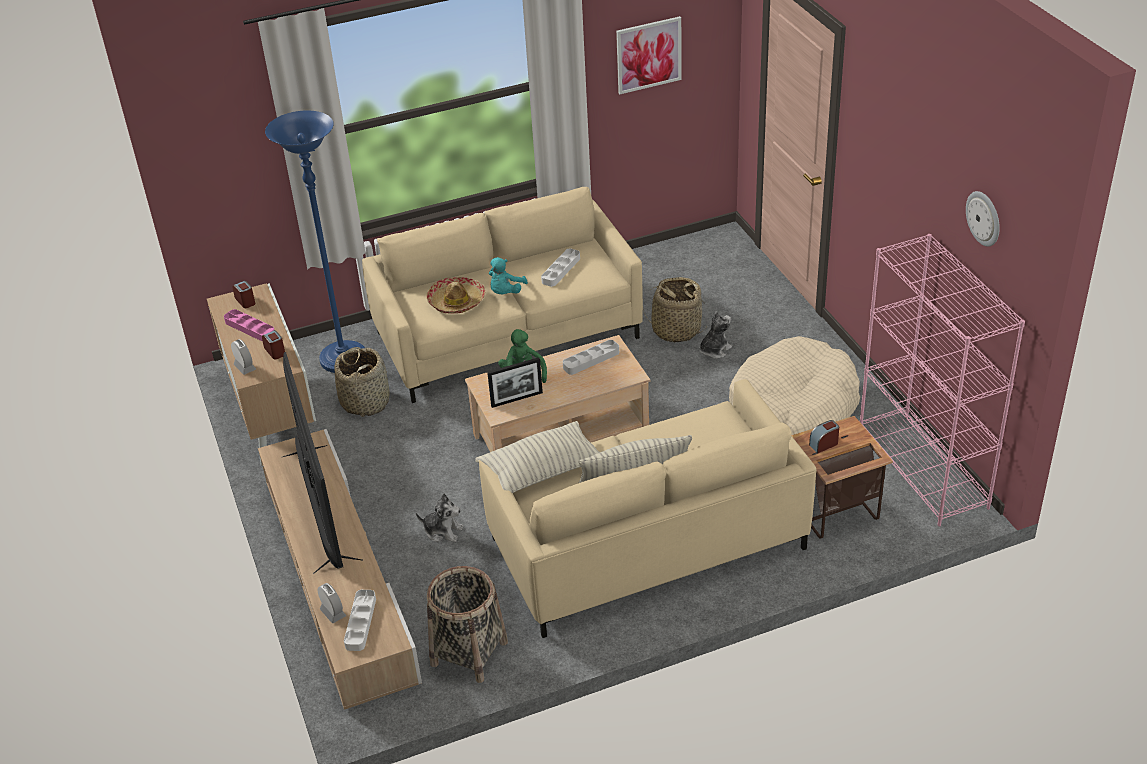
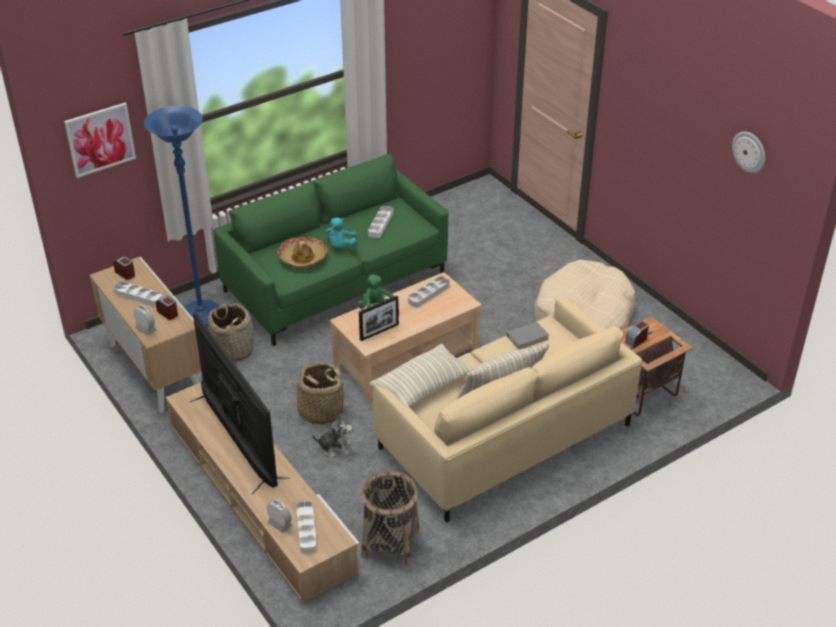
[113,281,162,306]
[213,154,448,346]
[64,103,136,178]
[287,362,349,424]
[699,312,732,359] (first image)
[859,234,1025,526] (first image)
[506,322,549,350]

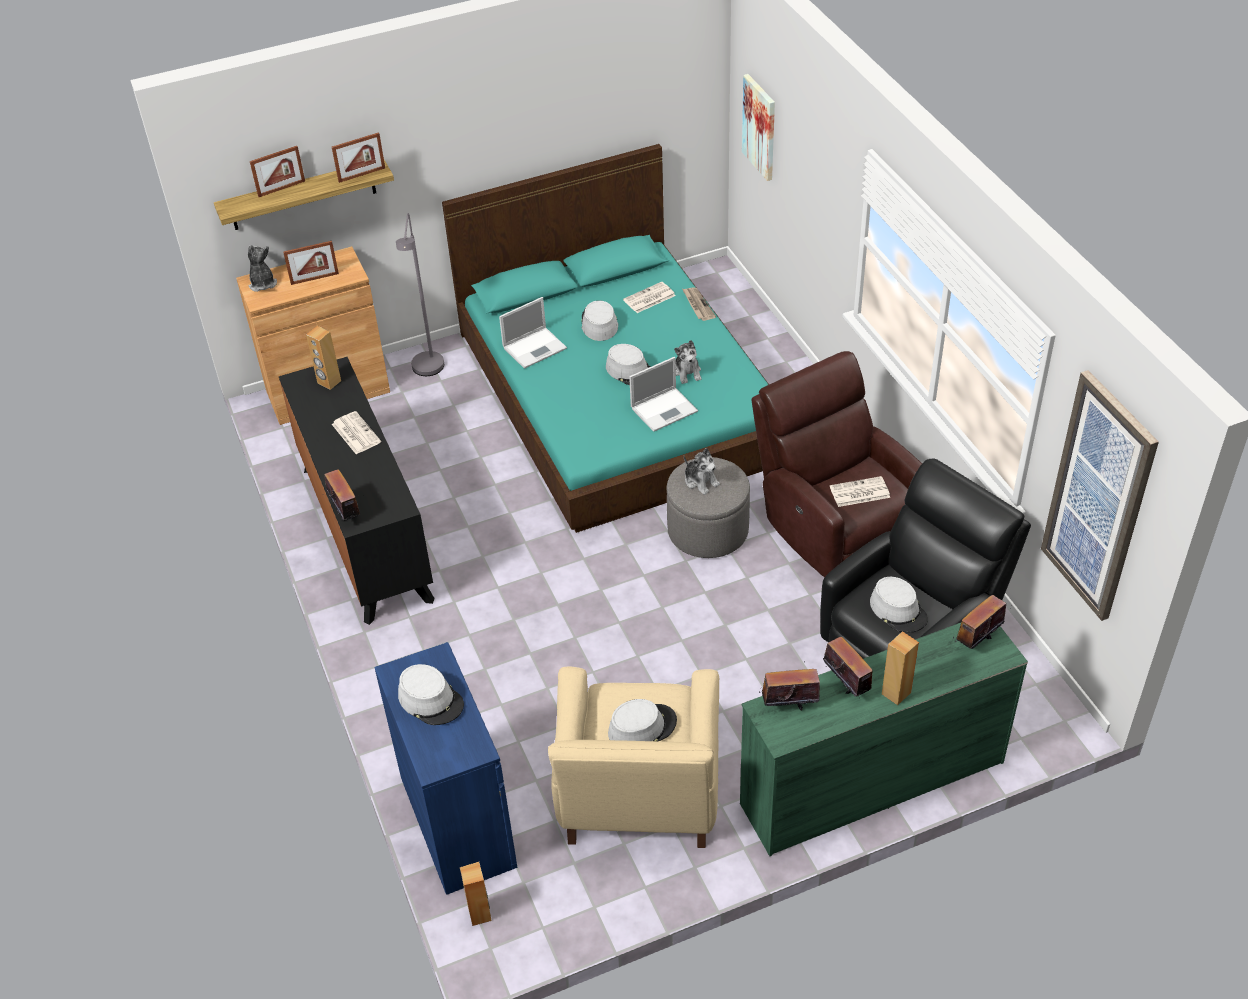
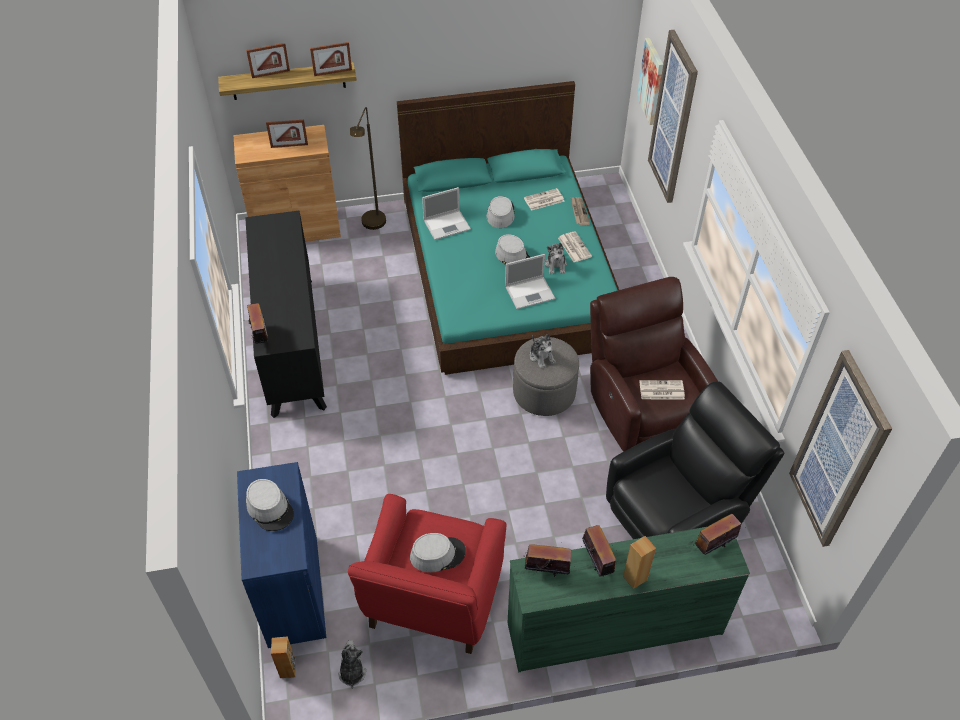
[338,640,366,689]
[306,326,341,390] (first image)
[558,231,592,262]
[350,107,386,230]
[348,494,507,654]
[870,577,928,633] (first image)
[648,30,698,203]

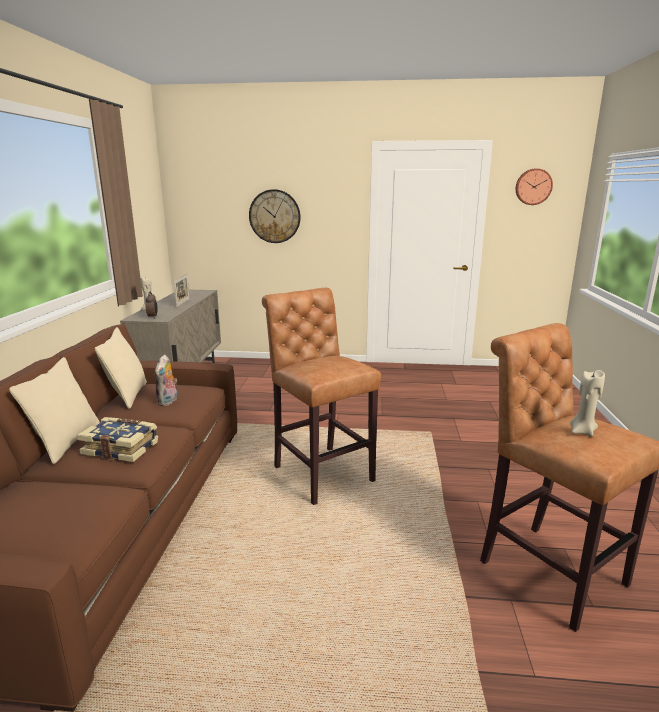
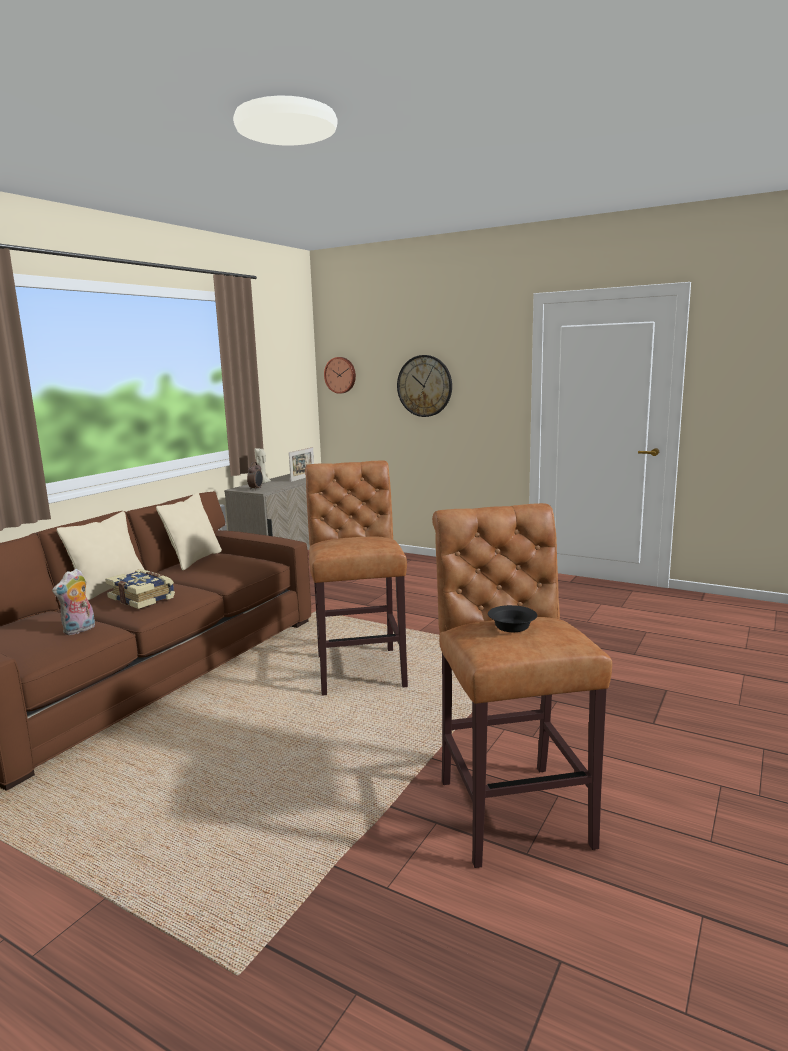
[52,569,95,635]
[324,357,356,394]
[488,605,537,632]

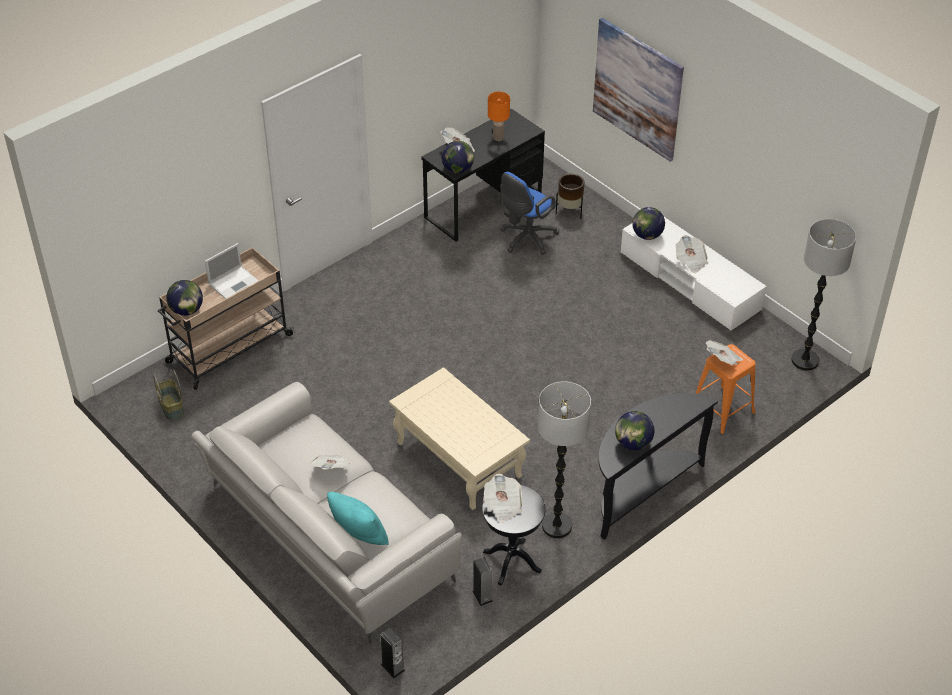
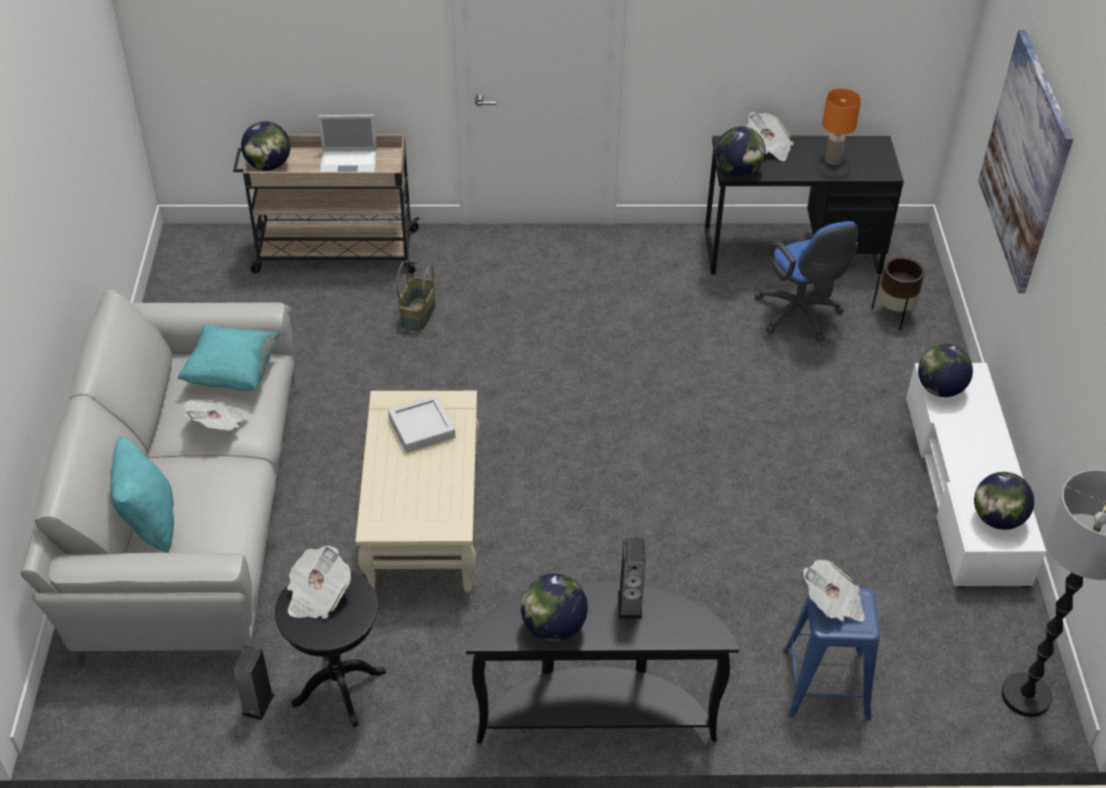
[396,261,435,331]
[618,538,645,619]
[755,221,858,342]
[538,381,591,538] (first image)
[675,235,708,273] (first image)
[783,588,880,720]
[177,325,280,391]
[388,396,455,453]
[974,472,1034,530]

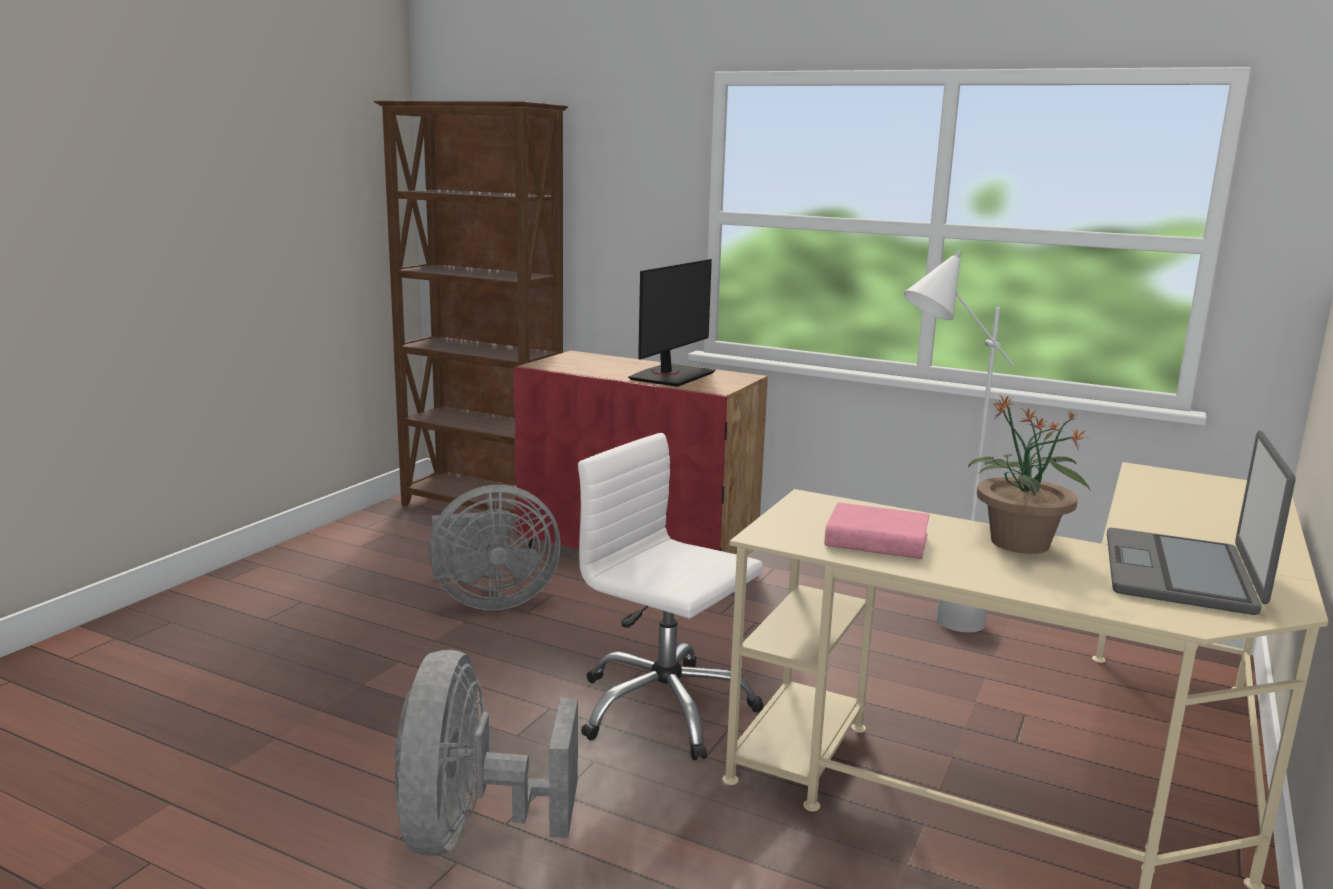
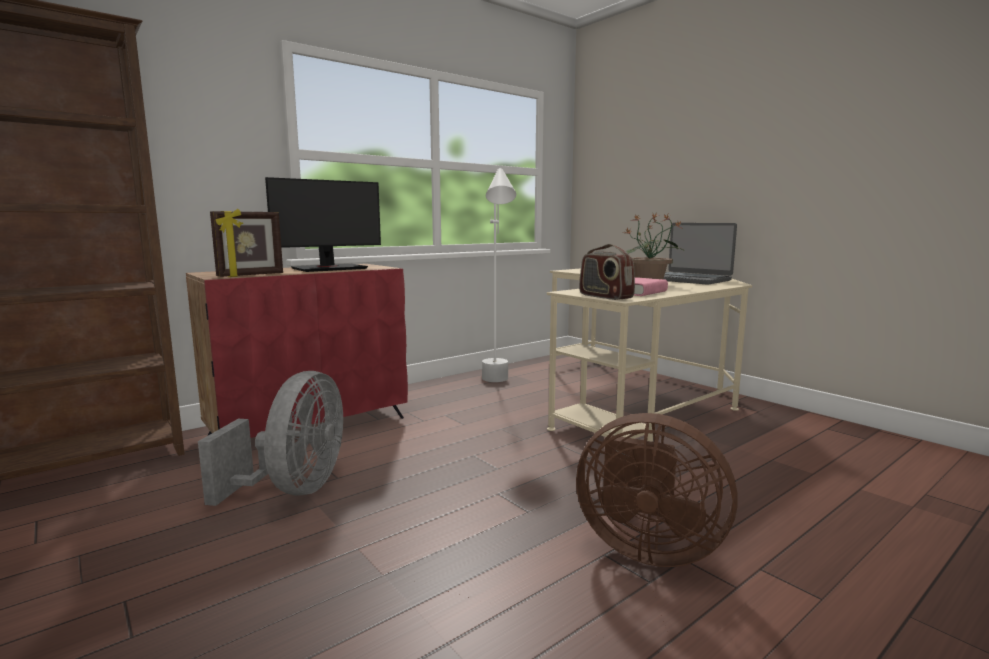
[576,413,738,567]
[578,433,763,760] (first image)
[265,177,381,272]
[210,209,283,277]
[579,244,635,300]

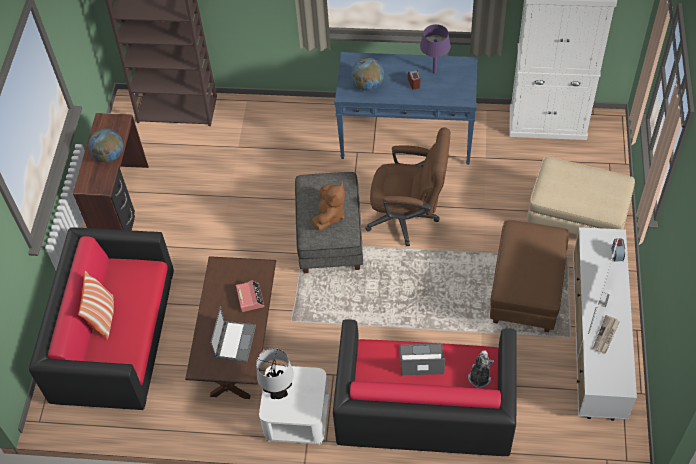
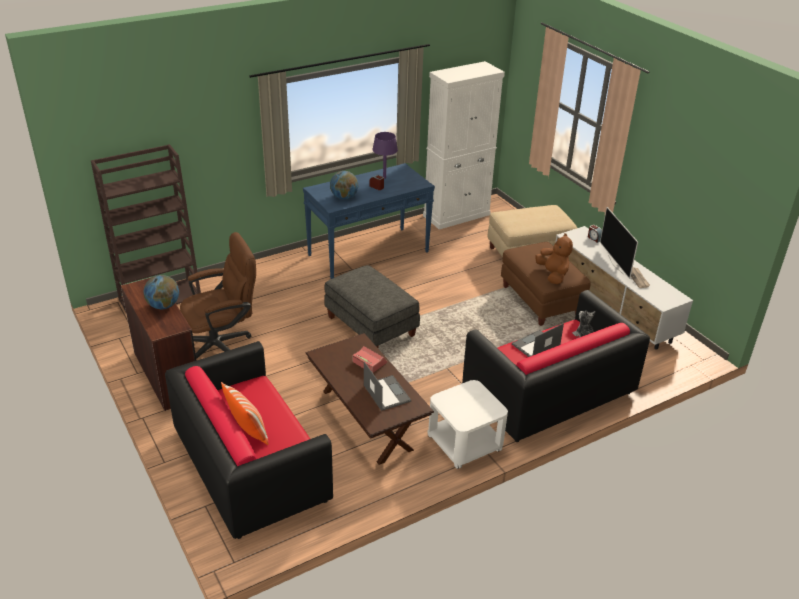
[256,348,294,399] (first image)
[535,233,573,284]
[180,232,256,359]

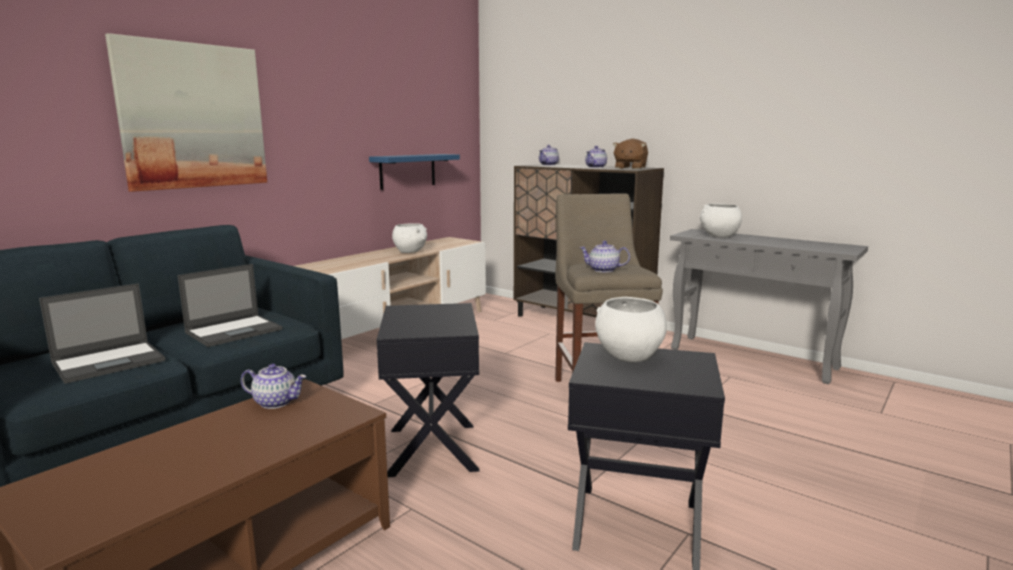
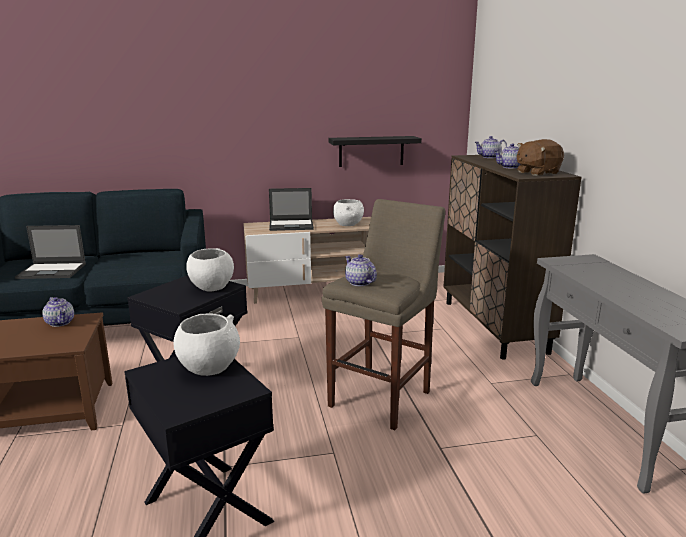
[105,33,267,192] (first image)
[269,188,314,231]
[328,136,422,167]
[186,248,234,291]

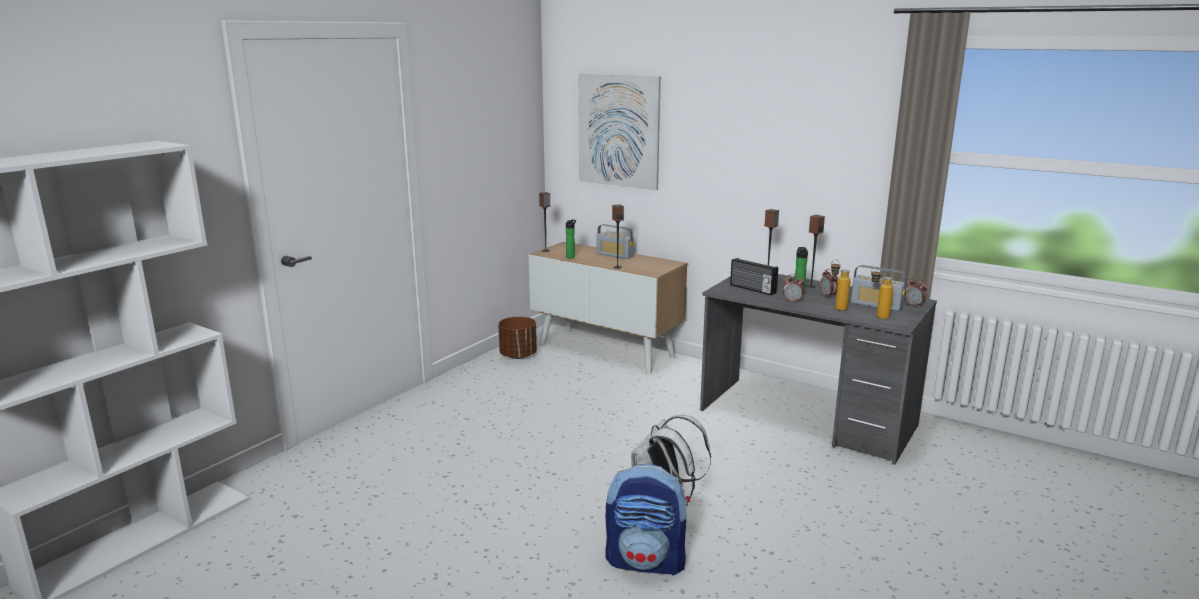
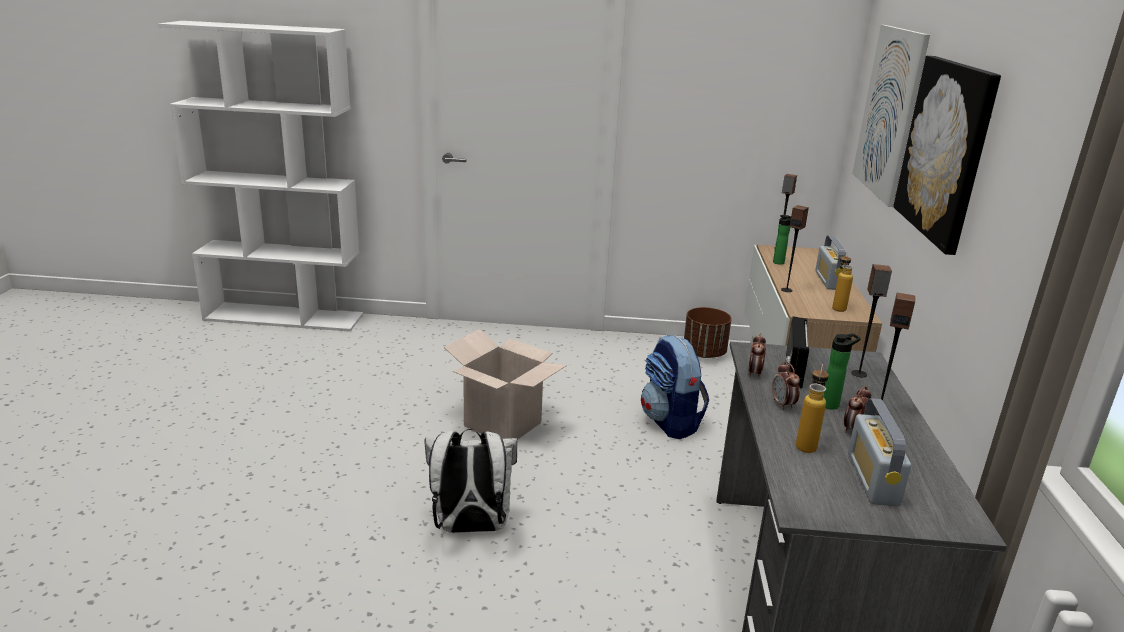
[641,335,709,439]
[832,252,853,312]
[748,333,766,377]
[444,329,567,440]
[893,56,1001,255]

